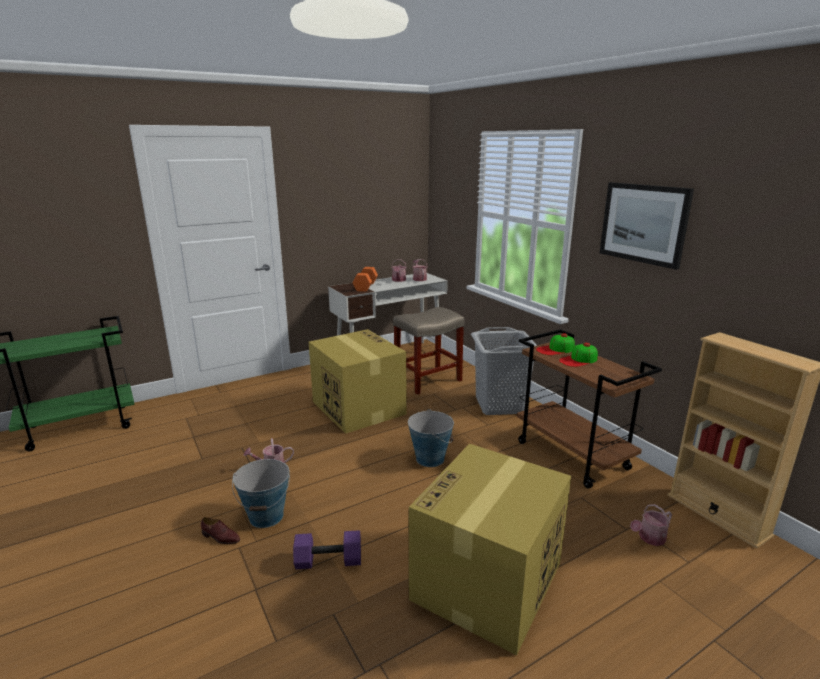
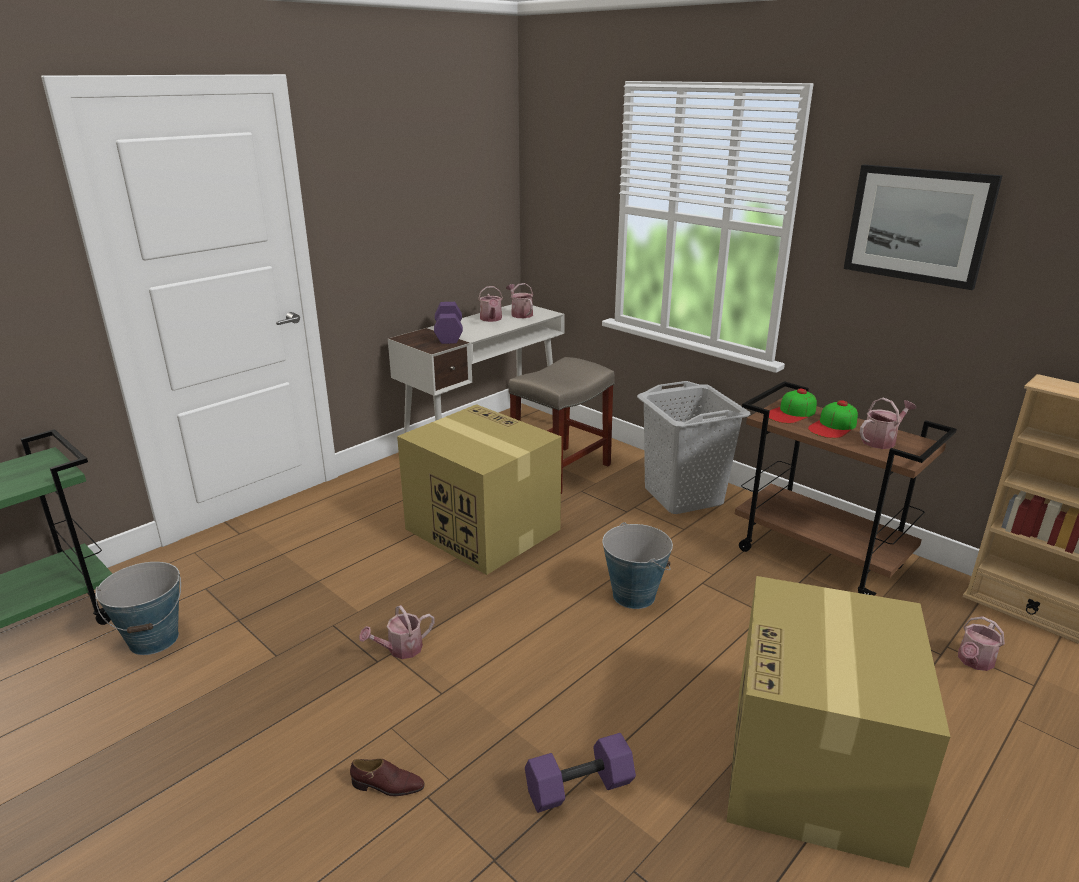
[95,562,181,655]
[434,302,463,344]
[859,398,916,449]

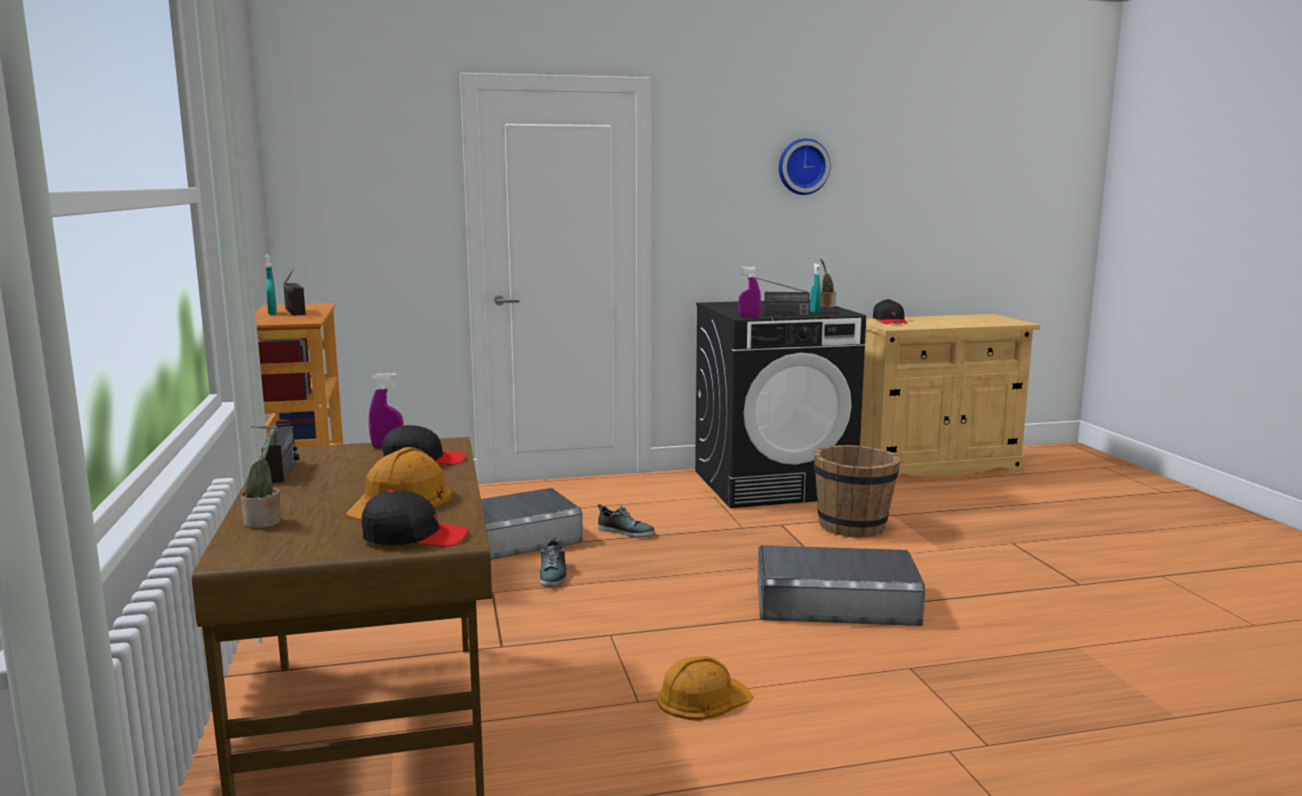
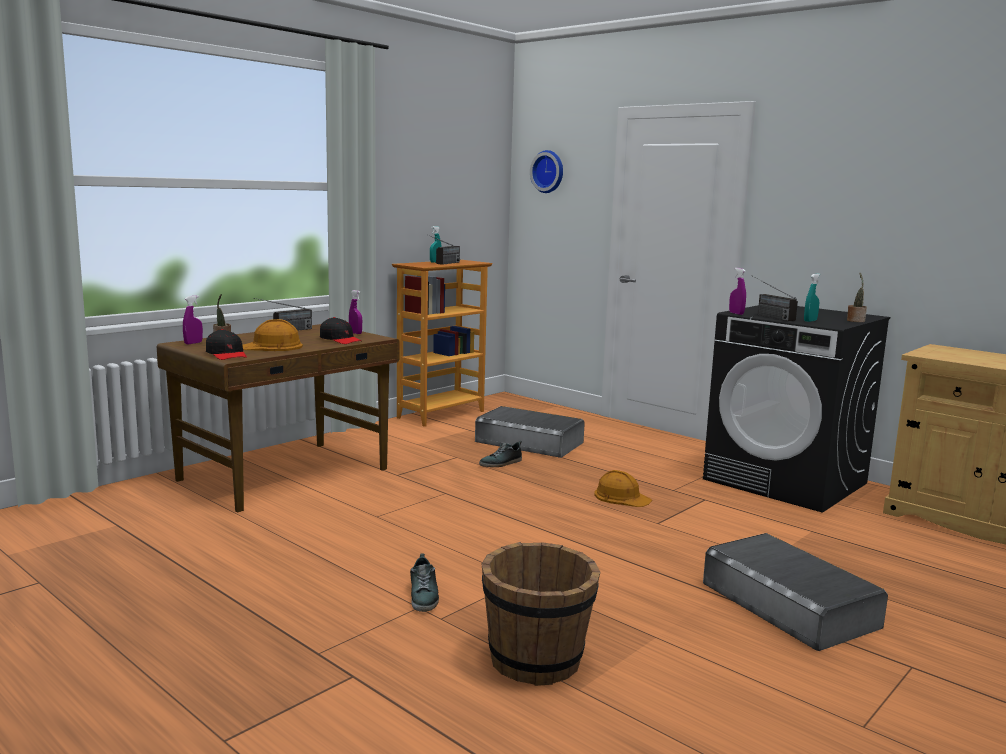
[410,554,439,612]
[594,470,652,507]
[703,533,888,651]
[530,150,563,193]
[482,542,600,686]
[873,299,907,324] (first image)
[183,295,203,344]

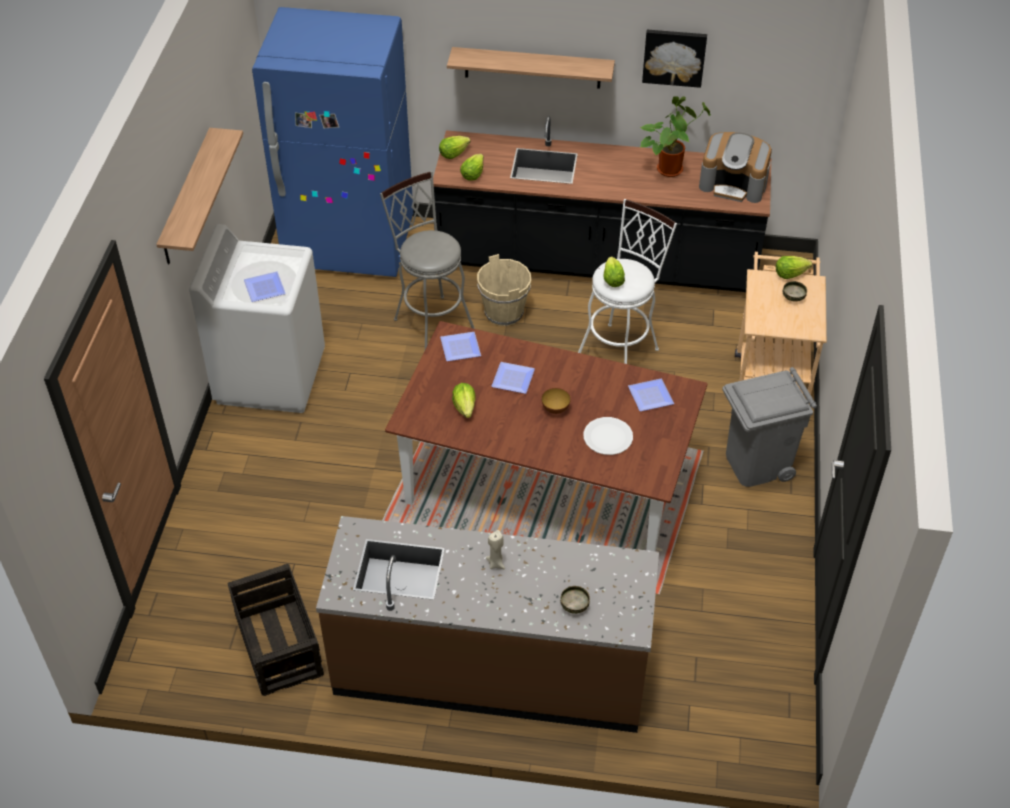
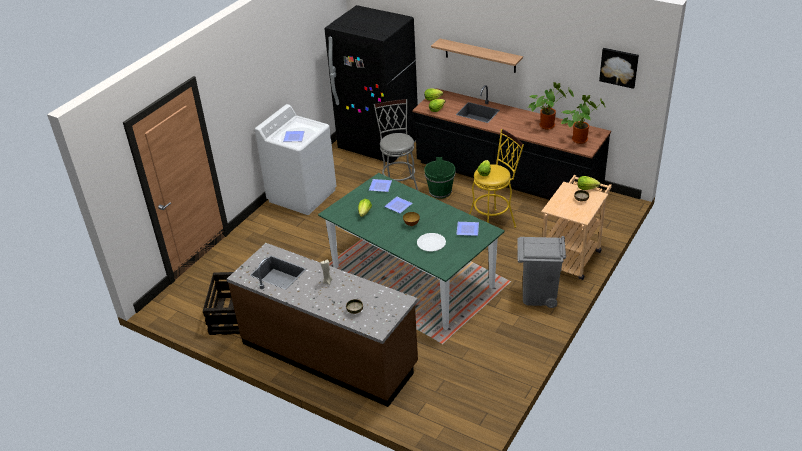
[156,128,243,264] (first image)
[325,5,418,163]
[318,173,505,330]
[424,157,455,199]
[469,129,524,228]
[599,48,639,89]
[561,95,606,144]

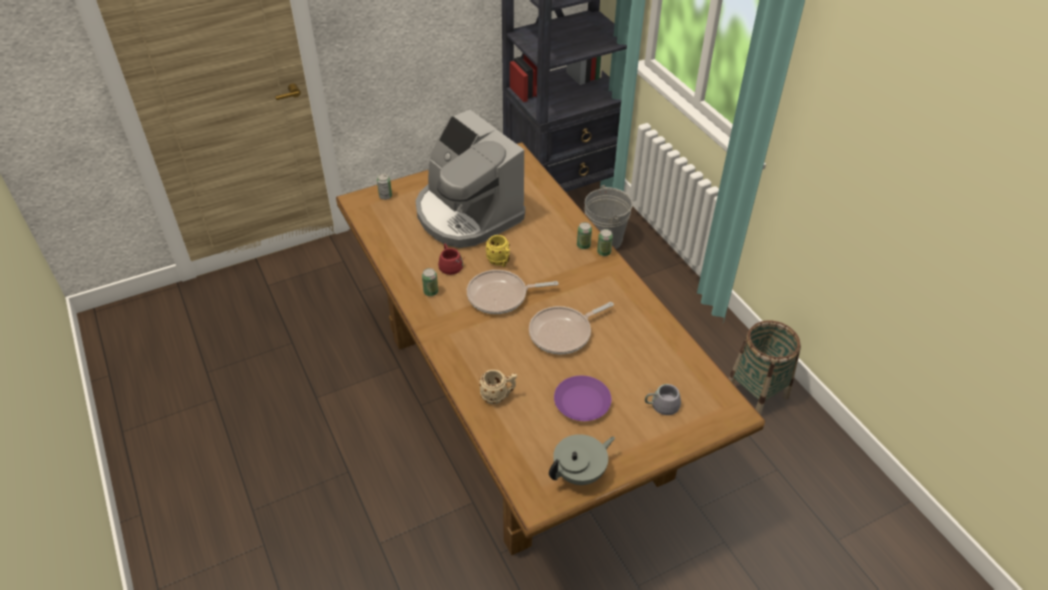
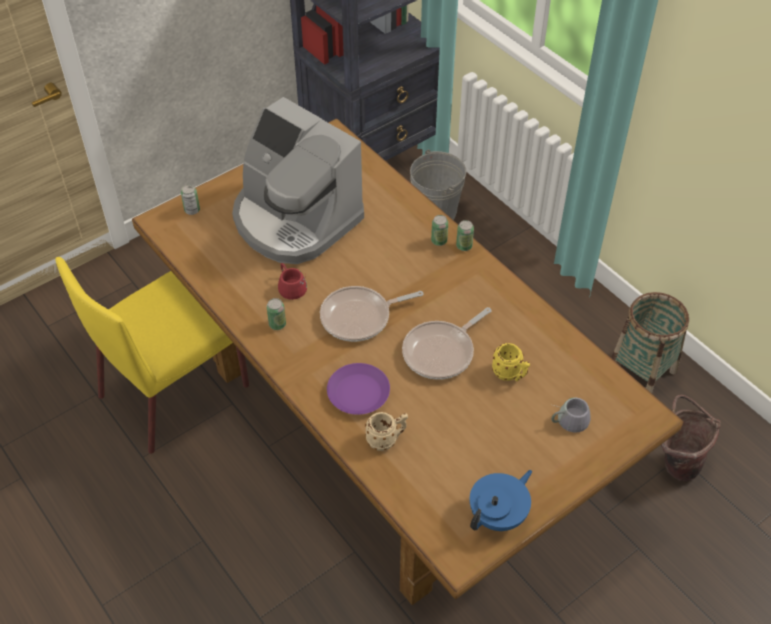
[492,343,530,381]
[470,470,532,531]
[327,363,390,415]
[55,257,249,454]
[661,395,721,481]

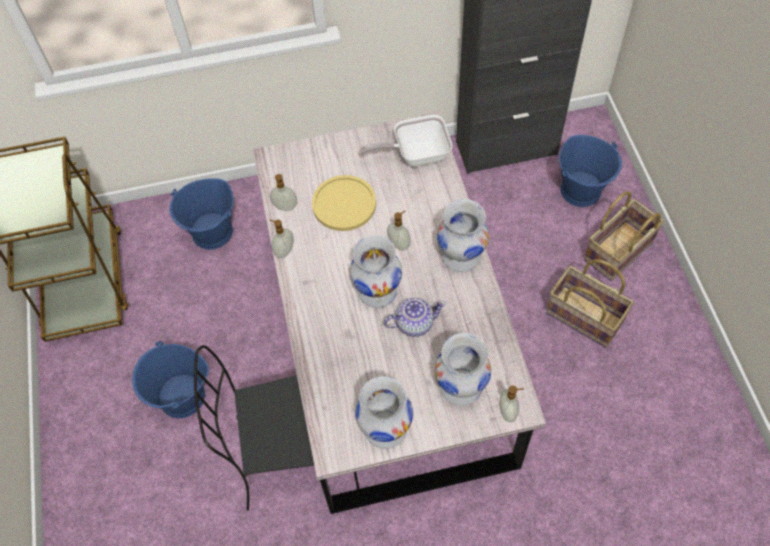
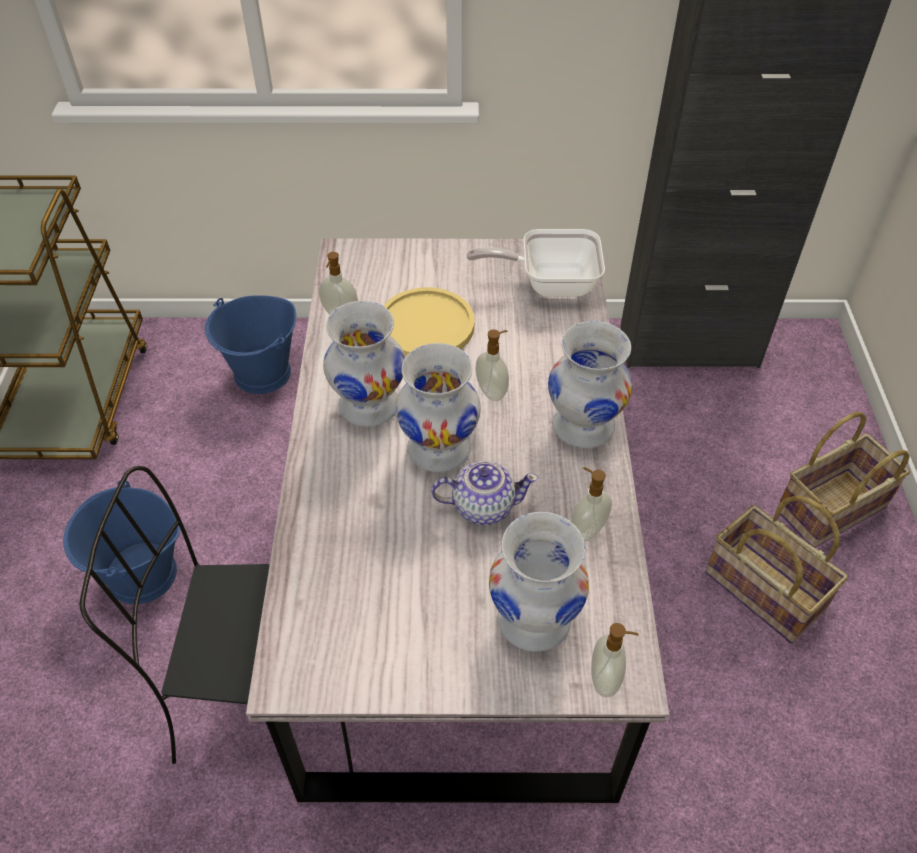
[571,467,612,542]
[323,301,405,427]
[559,135,622,207] (first image)

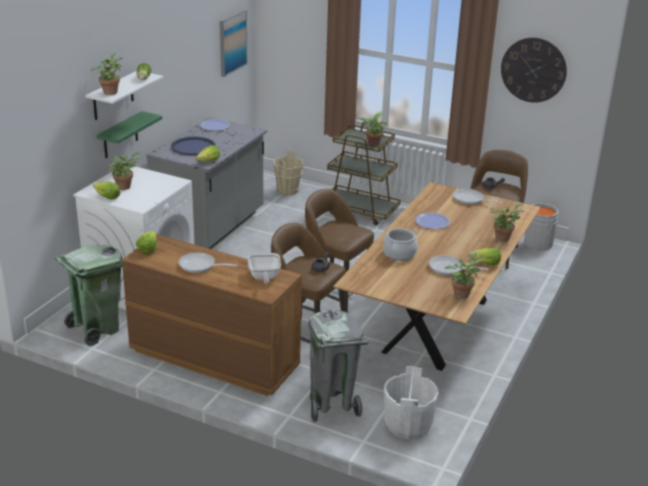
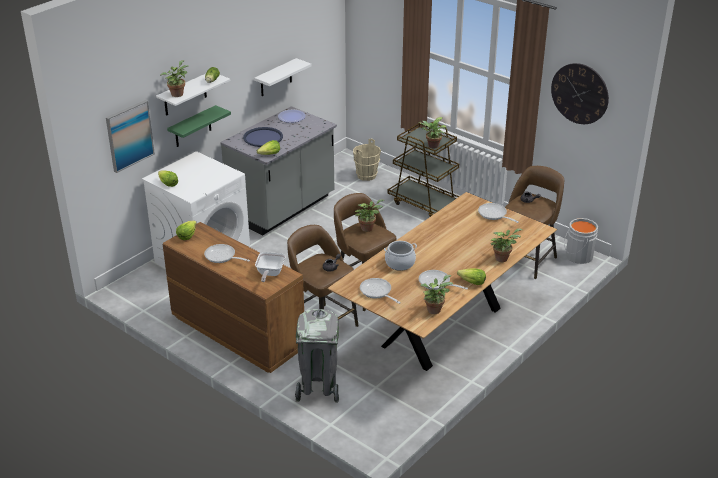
[55,245,123,347] (first image)
[355,199,385,232]
[106,100,155,173]
[384,366,439,439] (first image)
[415,212,450,229] (first image)
[254,58,311,96]
[360,278,401,304]

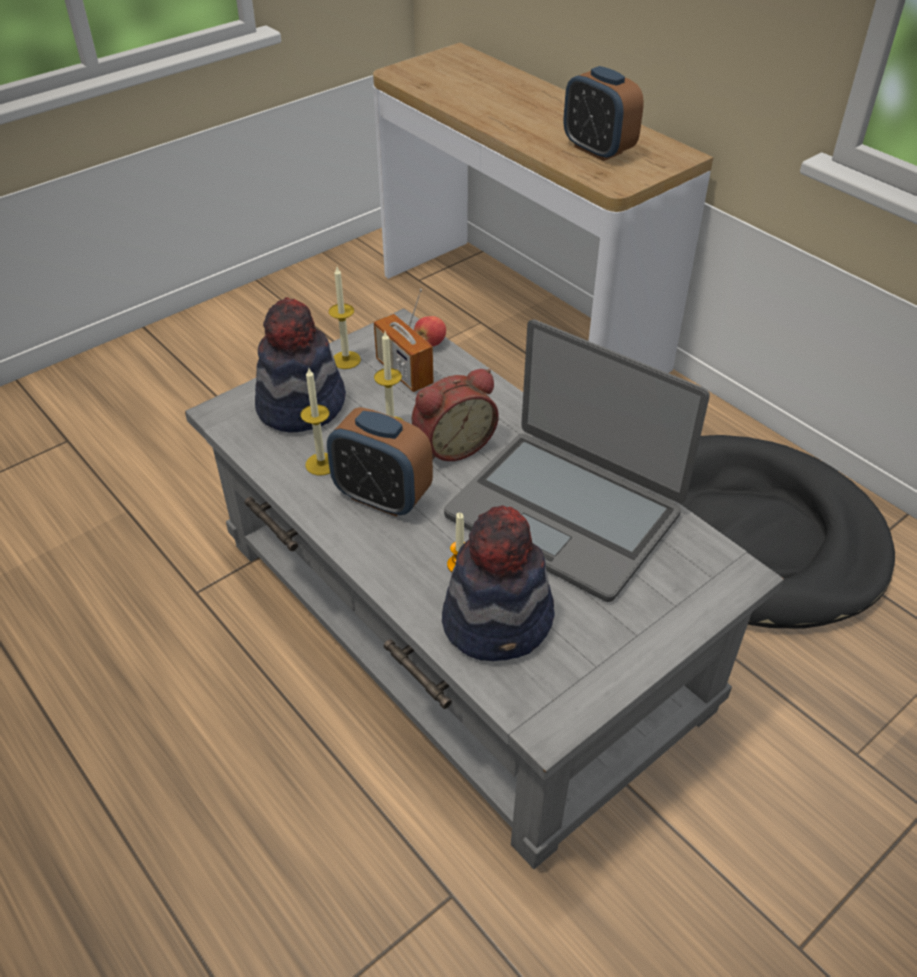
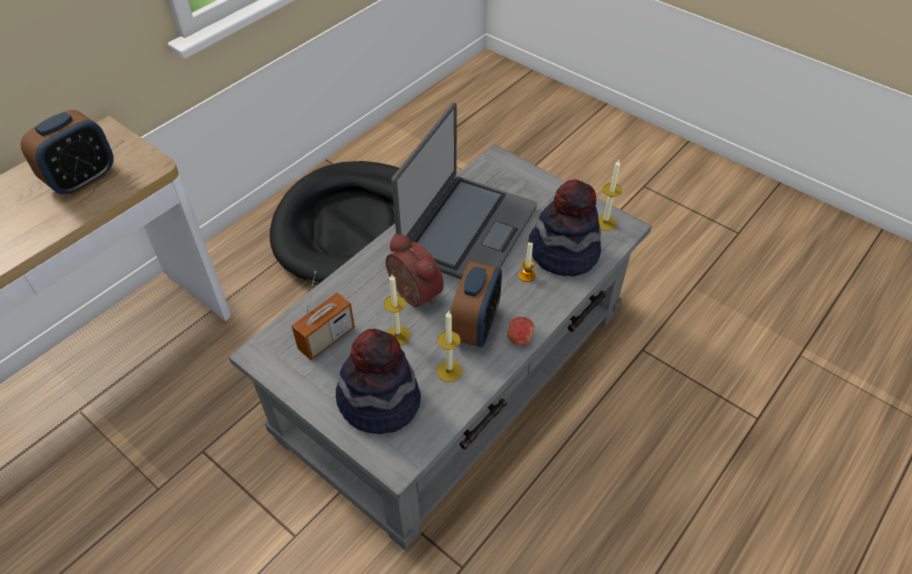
[598,160,622,231]
[507,317,534,345]

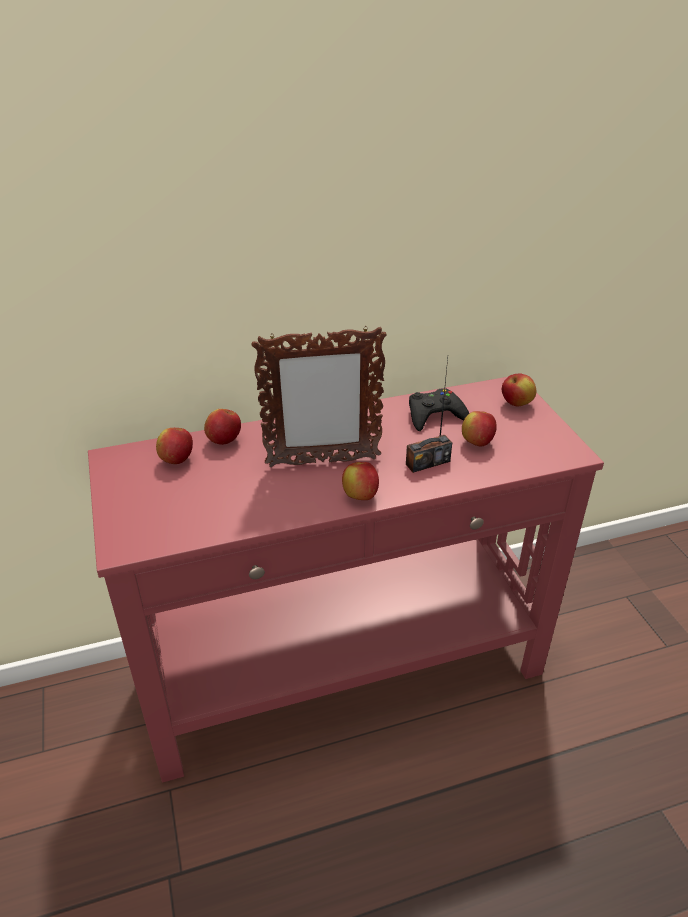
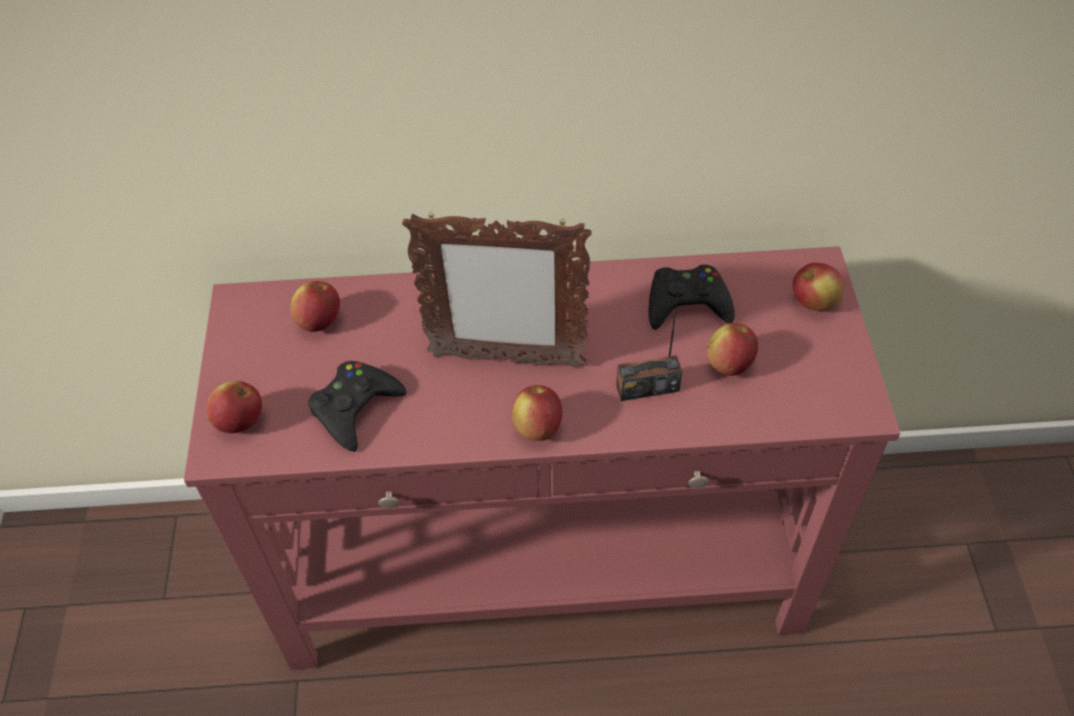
[206,381,262,433]
[308,361,407,452]

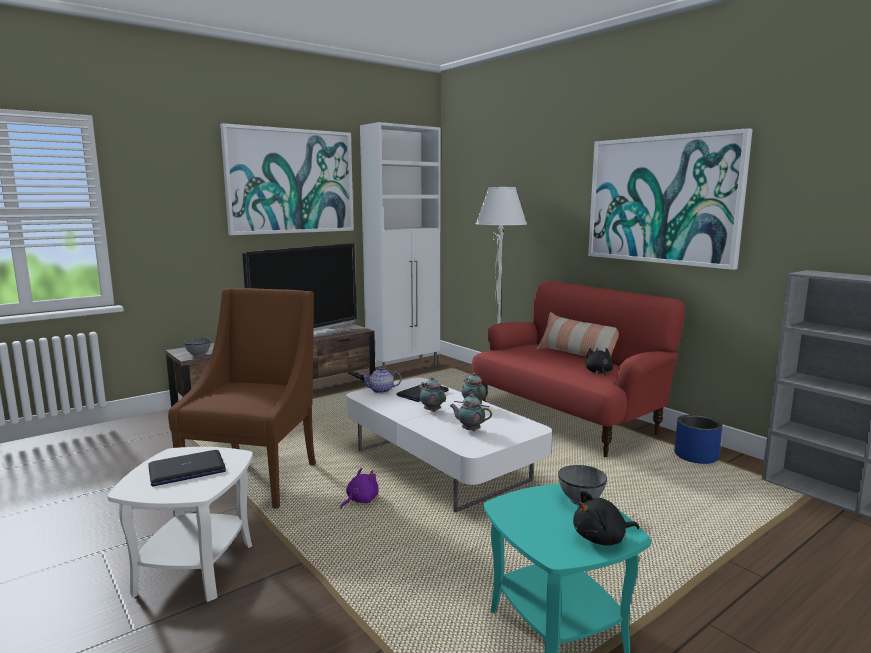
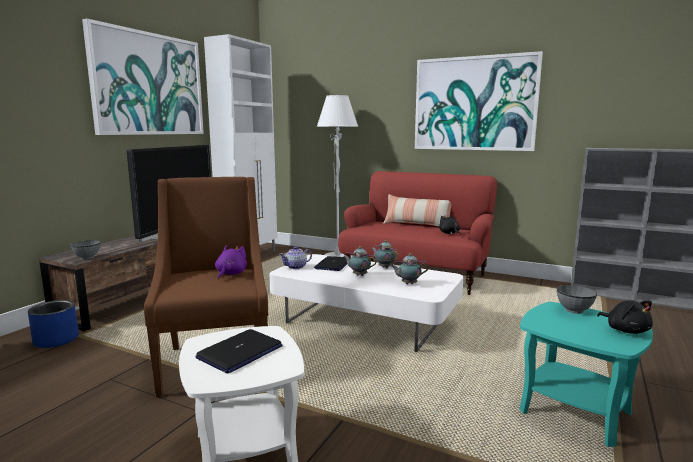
[215,245,247,279]
[597,300,653,334]
[28,300,79,348]

